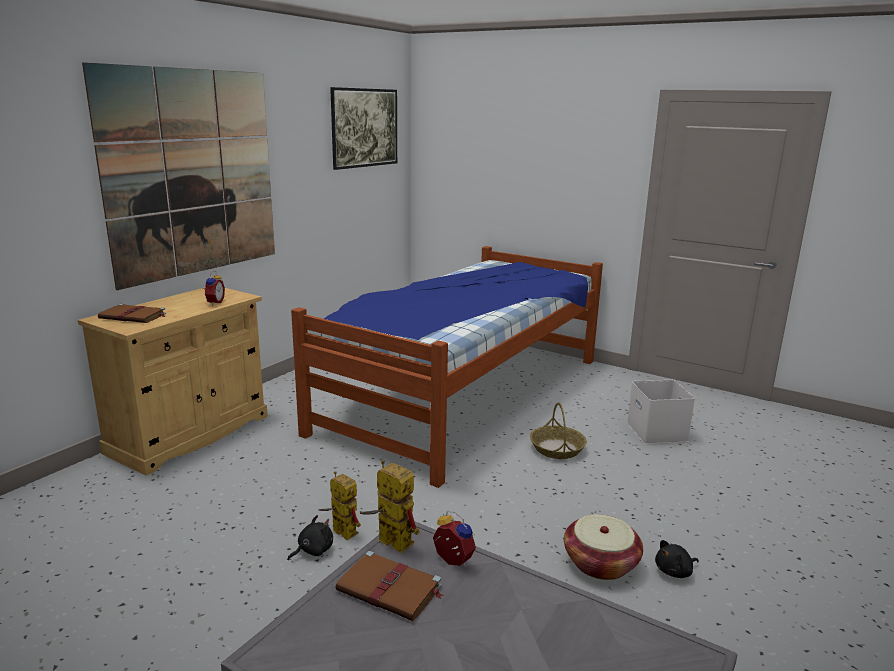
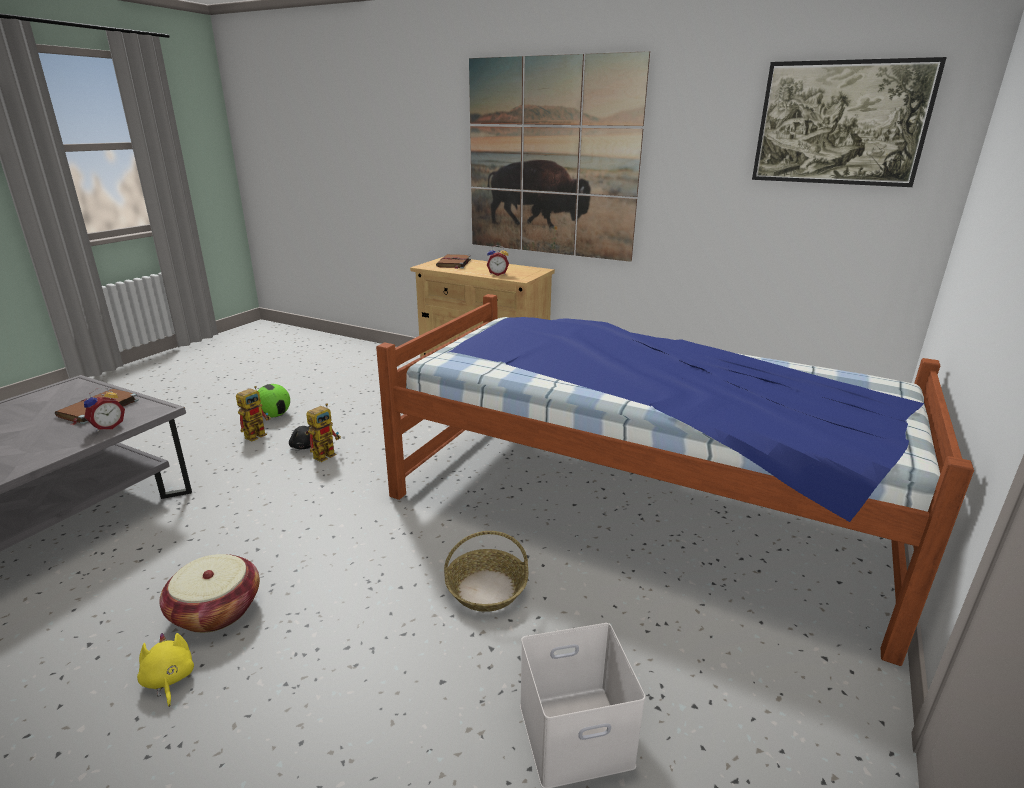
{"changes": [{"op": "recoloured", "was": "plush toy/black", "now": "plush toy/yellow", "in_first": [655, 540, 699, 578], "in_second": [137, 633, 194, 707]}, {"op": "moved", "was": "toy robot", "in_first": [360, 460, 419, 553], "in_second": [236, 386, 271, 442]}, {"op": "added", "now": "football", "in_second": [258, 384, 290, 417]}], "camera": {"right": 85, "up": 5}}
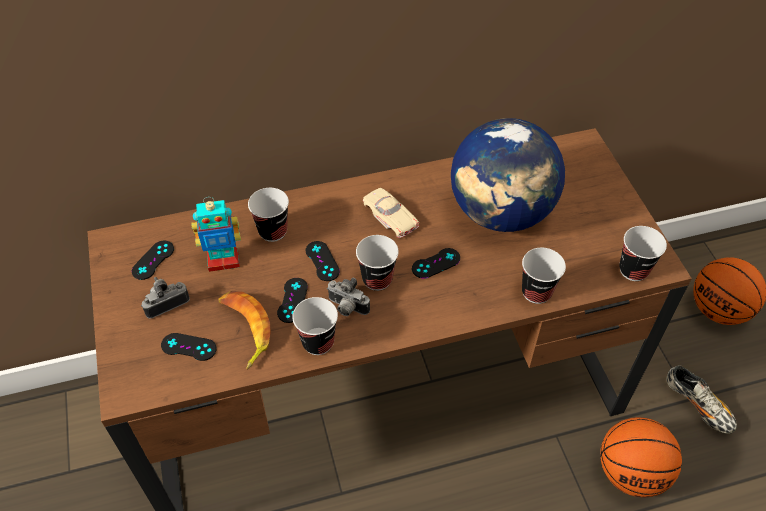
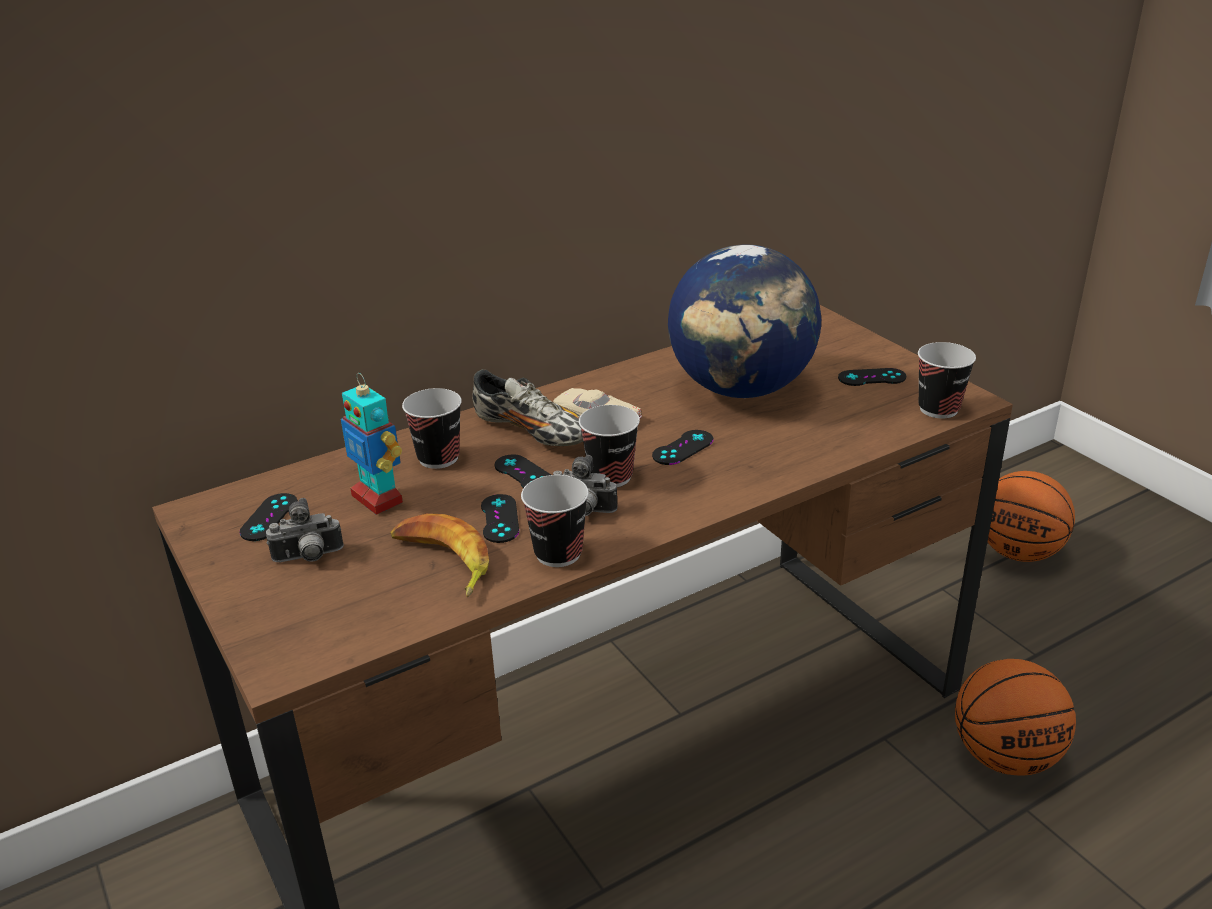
{"changes": [{"op": "turned", "was": "photo camera", "in_first": [141, 277, 190, 319], "in_second": [266, 498, 344, 562], "clockwise": -150}, {"op": "turned", "was": "toy robot", "in_first": [191, 197, 241, 272], "in_second": [341, 373, 403, 515], "clockwise": 75}, {"op": "moved", "was": "shoe", "in_first": [666, 365, 737, 434], "in_second": [472, 369, 583, 446]}, {"op": "moved", "was": "game controller/black", "in_first": [161, 333, 217, 361], "in_second": [838, 368, 906, 386]}, {"op": "removed", "was": "cup", "in_first": [522, 248, 566, 304]}], "camera": {"right": -15, "up": -20}}
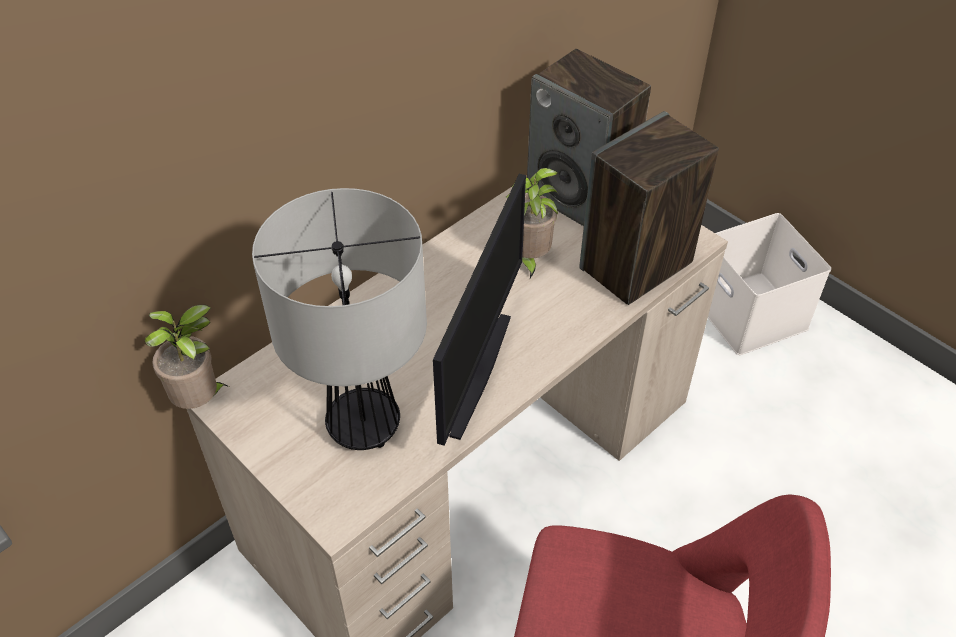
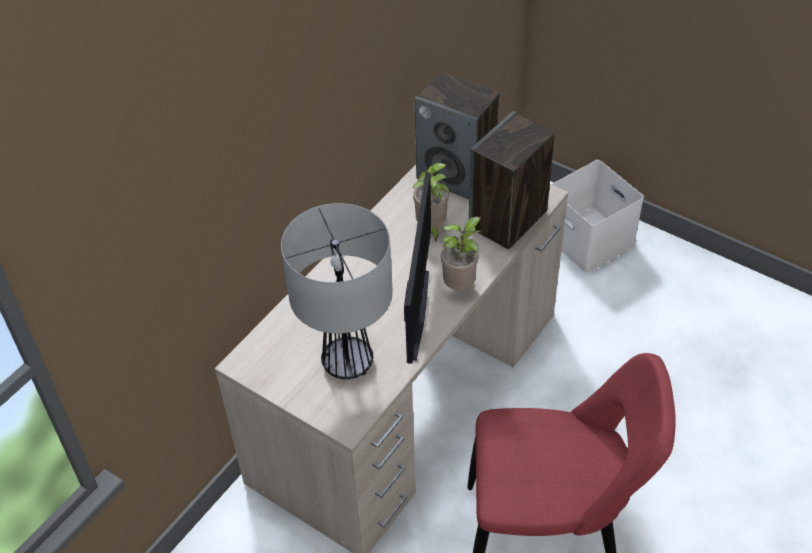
{"changes": [{"op": "moved", "was": "potted plant", "in_first": [145, 305, 229, 409], "in_second": [441, 216, 481, 290]}], "camera": {"right": -10, "up": 0}}
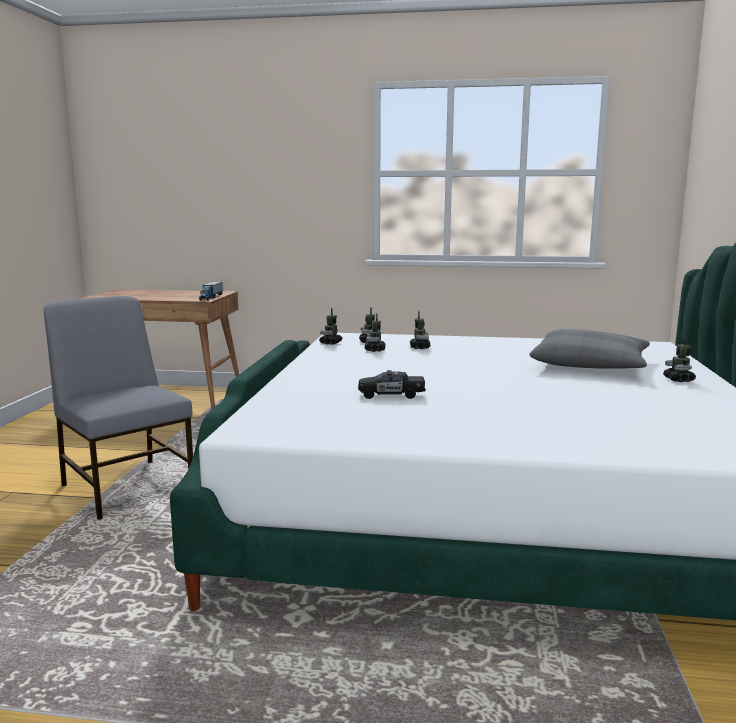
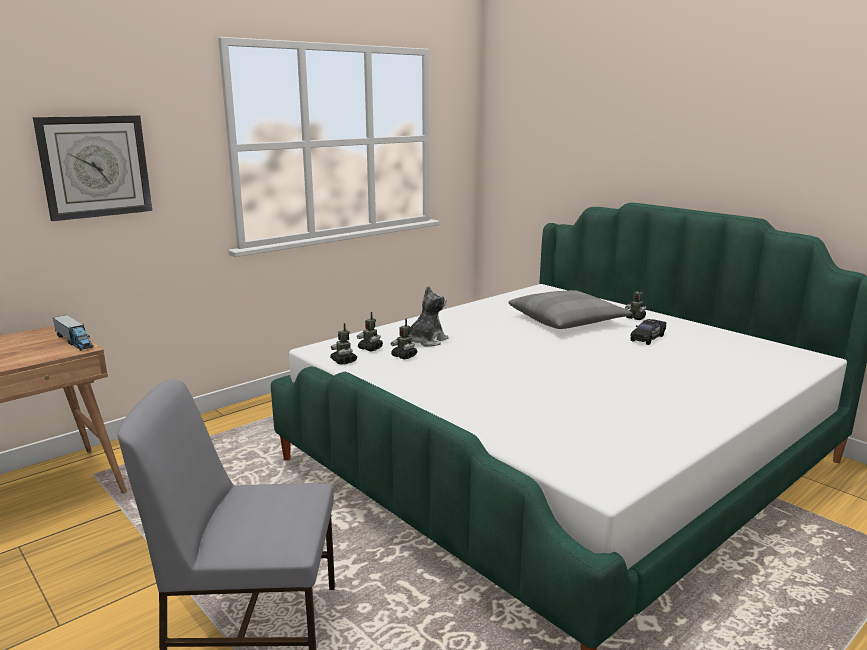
{"changes": [{"op": "added", "now": "wall clock", "in_second": [33, 115, 152, 221]}, {"op": "replaced", "was": "toy robot", "now": "plush toy", "in_first": [410, 311, 431, 349], "in_second": [409, 286, 449, 347]}, {"op": "moved", "was": "toy car/black", "in_first": [358, 370, 426, 399], "in_second": [631, 319, 666, 345]}], "camera": {"right": -50, "up": 5}}
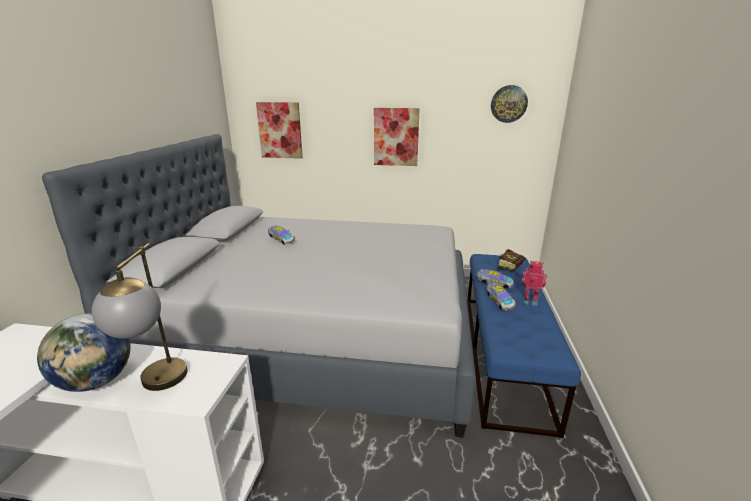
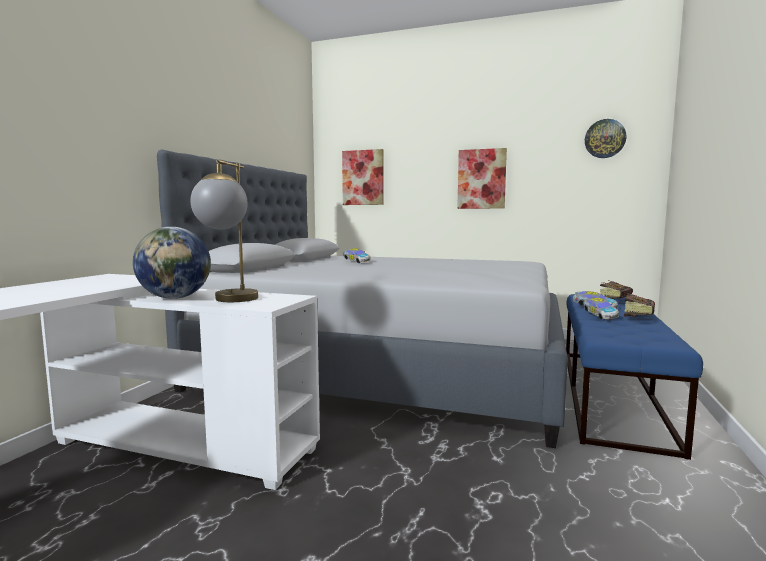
{"changes": [{"op": "replaced", "was": "toy robot", "now": "book", "in_first": [521, 261, 547, 306], "in_second": [624, 293, 655, 317]}], "camera": {"right": 10, "up": -15}}
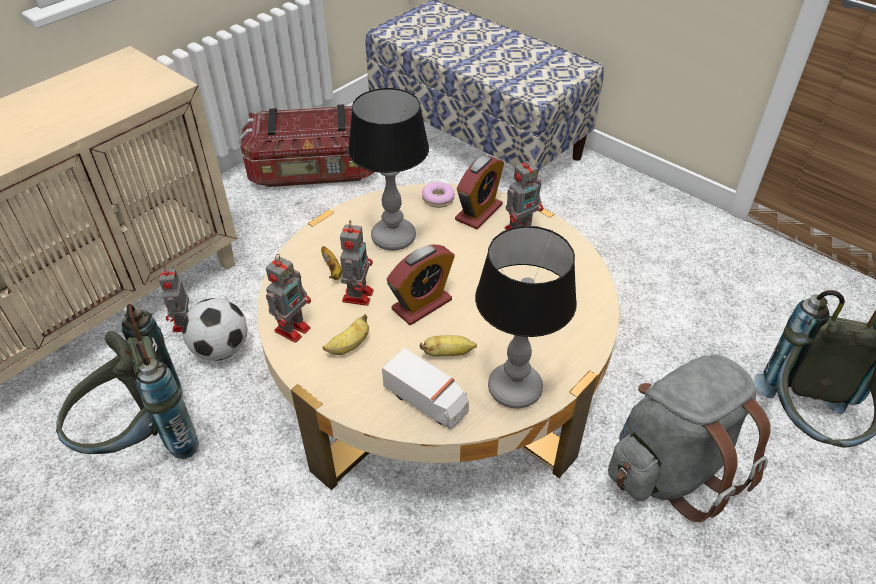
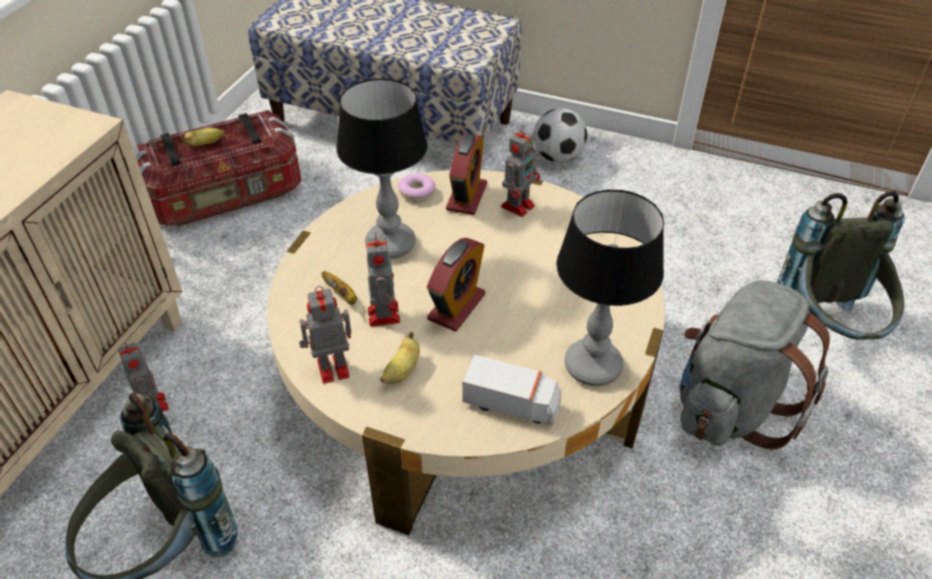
{"changes": [{"op": "moved", "was": "banana", "in_first": [420, 335, 477, 356], "in_second": [180, 128, 225, 146]}, {"op": "turned", "was": "toy robot", "in_first": [266, 254, 311, 343], "in_second": [299, 286, 351, 384], "clockwise": -120}, {"op": "moved", "was": "football", "in_first": [182, 298, 247, 361], "in_second": [533, 108, 587, 163]}], "camera": {"right": -20, "up": 0}}
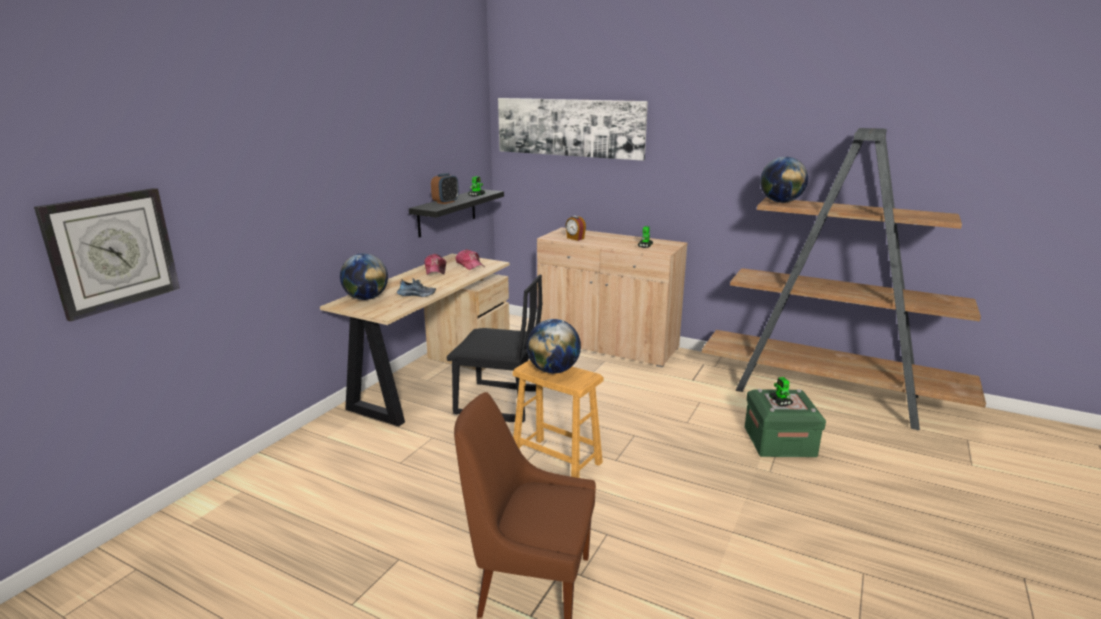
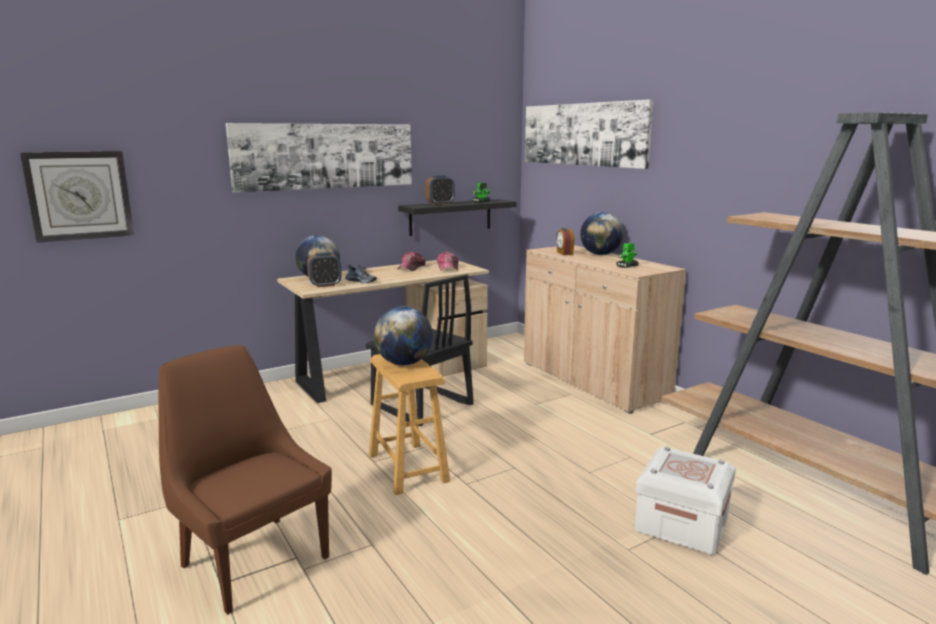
{"changes": [{"op": "added", "now": "picture", "in_second": [226, 123, 412, 193]}, {"op": "added", "now": "alarm clock", "in_second": [307, 252, 342, 287]}, {"op": "moved", "was": "globe", "in_first": [760, 157, 808, 203], "in_second": [580, 212, 624, 255]}, {"op": "recoloured", "was": "storage box/green", "now": "storage box/white", "in_first": [745, 389, 826, 457], "in_second": [635, 447, 736, 554]}, {"op": "removed", "was": "toy robot", "in_first": [769, 377, 793, 406]}], "camera": {"right": 30, "up": -5}}
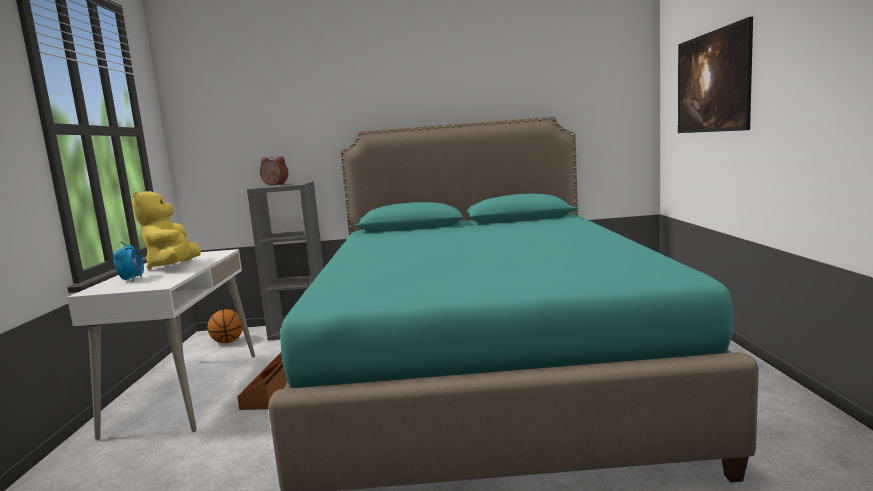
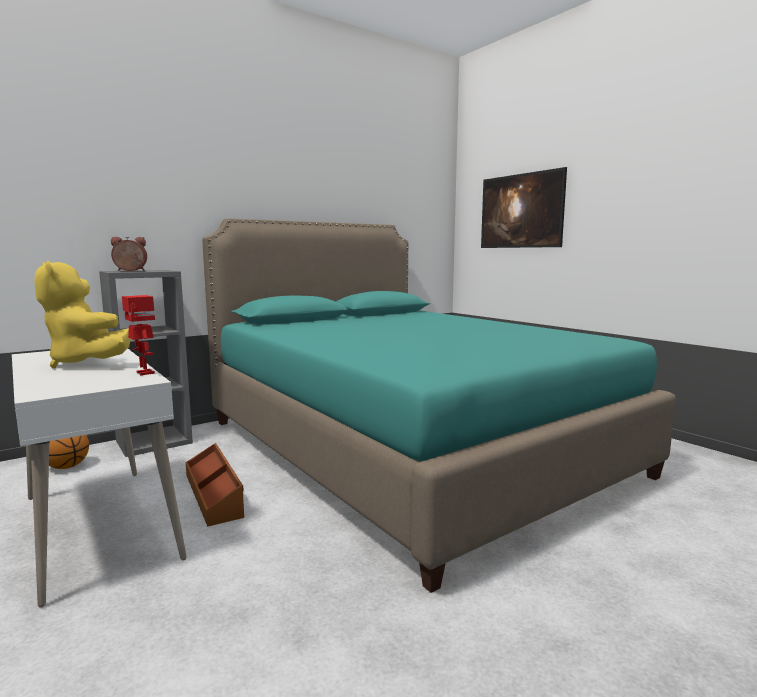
{"changes": [{"op": "added", "now": "toy robot", "in_second": [122, 295, 155, 375]}, {"op": "removed", "was": "alarm clock", "in_first": [113, 242, 144, 282]}], "camera": {"right": -35, "up": 0}}
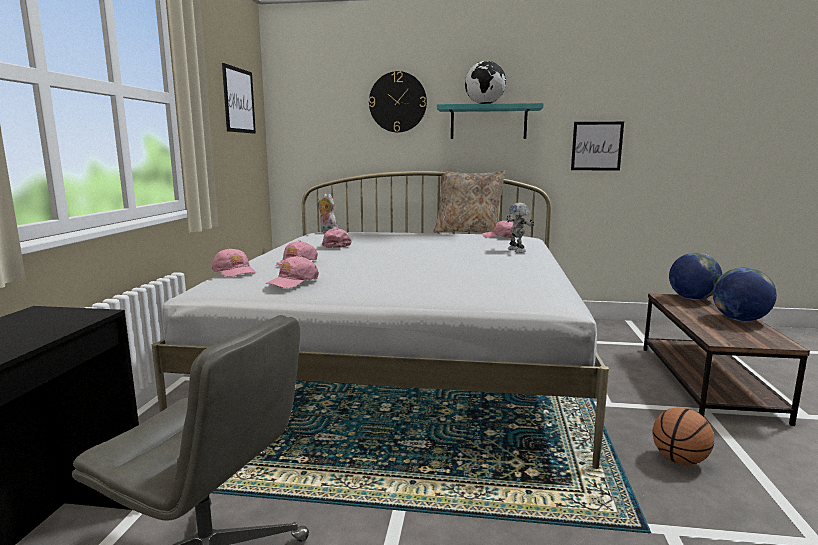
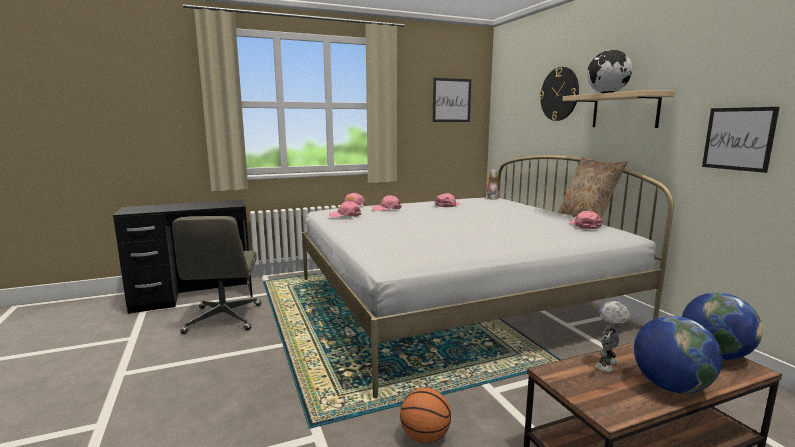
{"changes": [{"op": "recoloured", "was": "shelf/turquoise", "now": "shelf/beige", "in_first": [437, 103, 544, 139], "in_second": [562, 90, 675, 128]}, {"op": "moved", "was": "toy robot", "in_first": [507, 202, 534, 253], "in_second": [595, 301, 630, 372]}], "camera": {"right": 60, "up": 0}}
